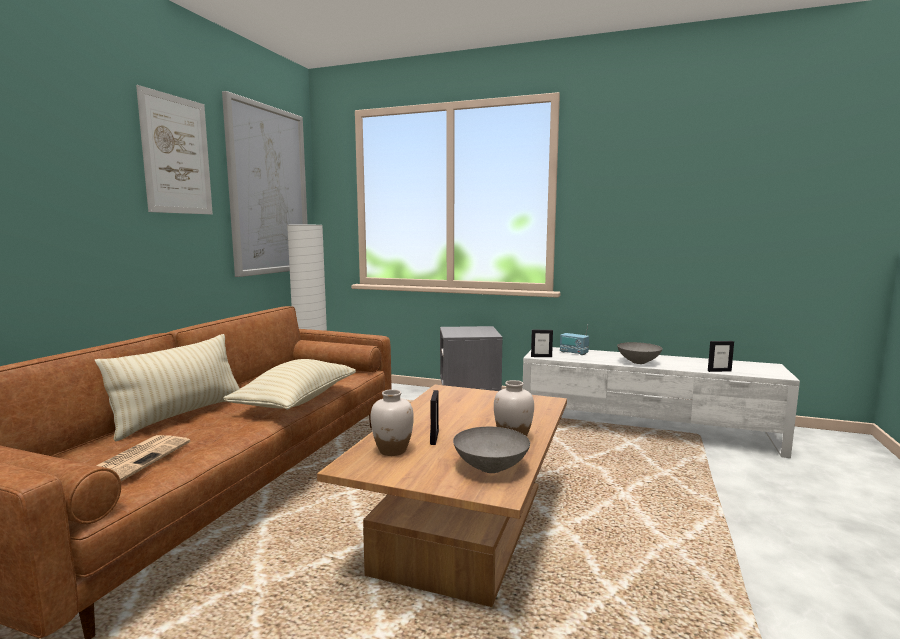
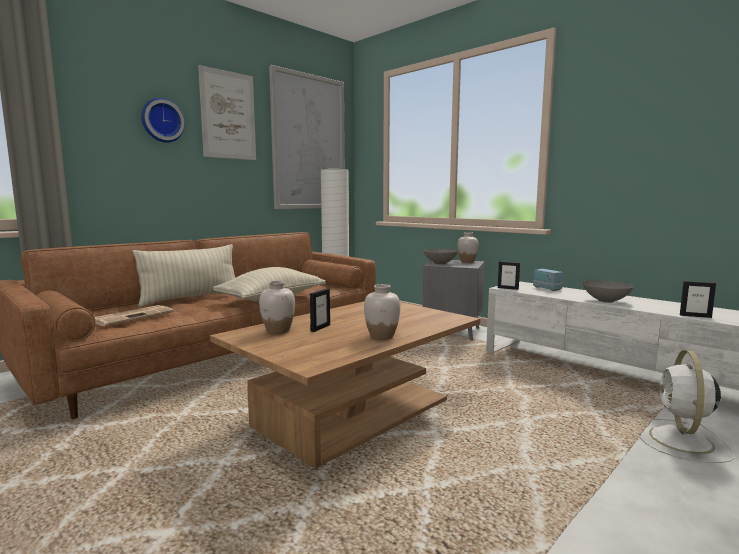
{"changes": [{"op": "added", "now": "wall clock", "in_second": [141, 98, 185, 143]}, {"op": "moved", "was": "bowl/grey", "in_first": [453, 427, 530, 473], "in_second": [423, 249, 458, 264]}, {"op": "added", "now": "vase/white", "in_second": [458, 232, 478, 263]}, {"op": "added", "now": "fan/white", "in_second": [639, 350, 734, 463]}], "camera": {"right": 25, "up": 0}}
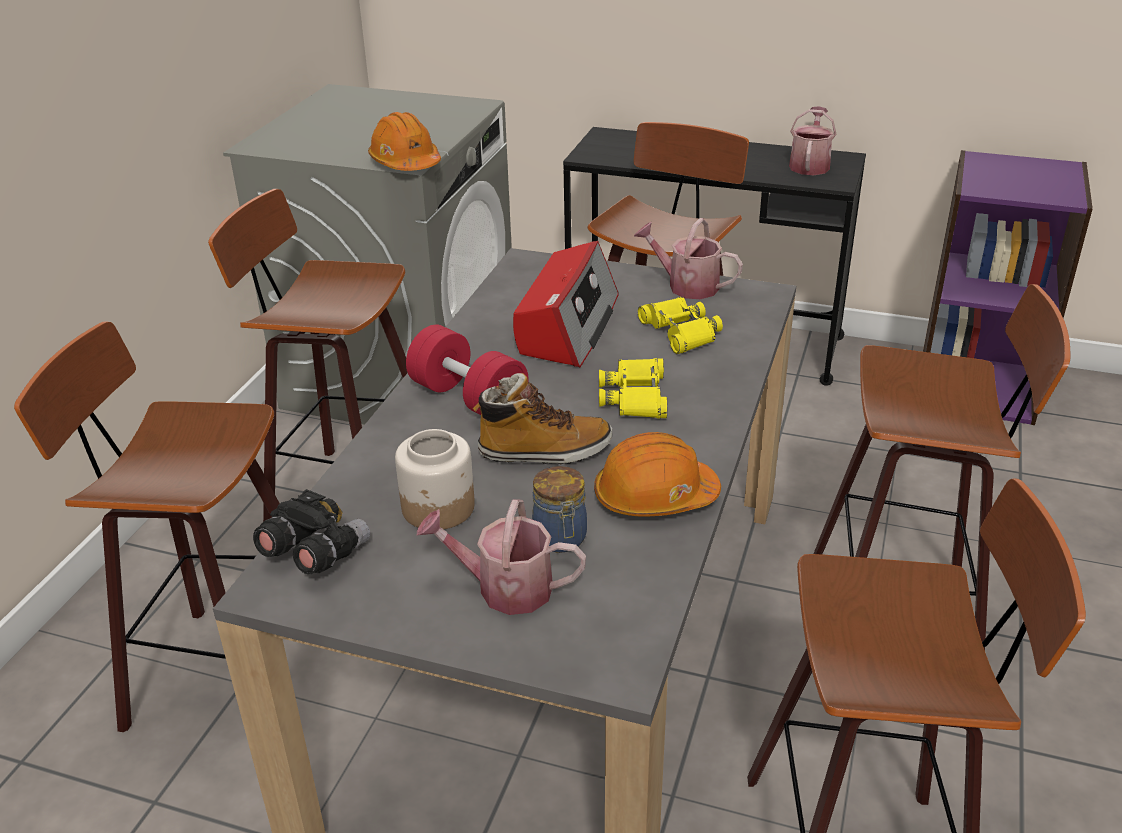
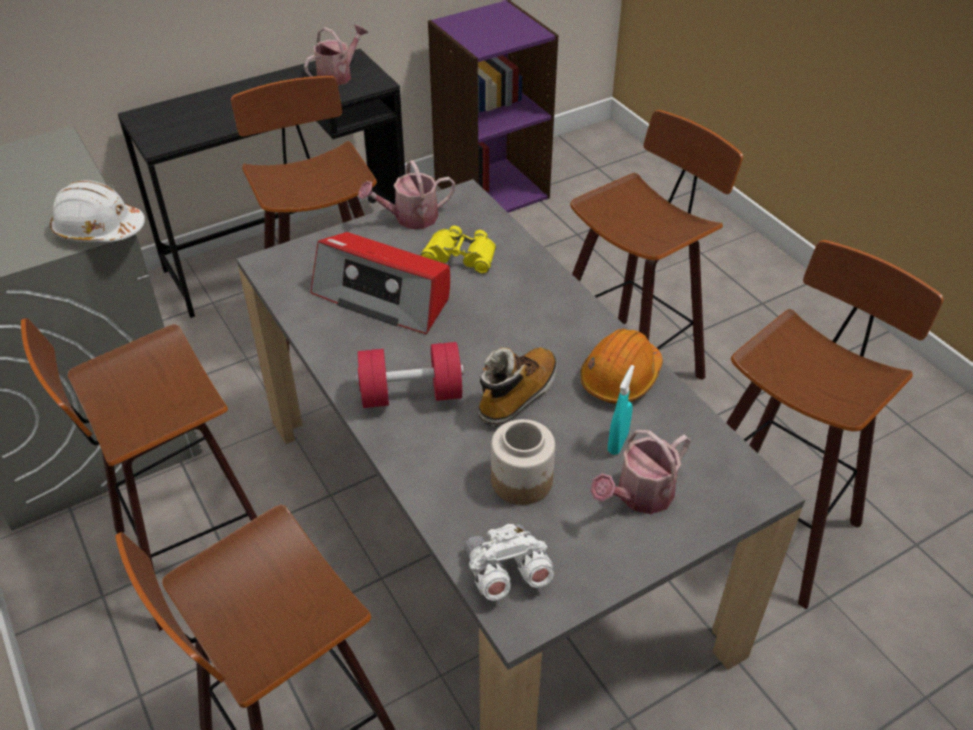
{"changes": [{"op": "recoloured", "was": "hard hat/orange", "now": "hard hat/white", "in_first": [368, 112, 441, 171], "in_second": [50, 180, 145, 242]}, {"op": "turned", "was": "watering can", "in_first": [789, 106, 836, 175], "in_second": [304, 24, 369, 86], "clockwise": 75}, {"op": "turned", "was": "radio", "in_first": [513, 241, 619, 367], "in_second": [310, 232, 450, 334], "clockwise": 150}, {"op": "recoloured", "was": "binoculars/black", "now": "binoculars/white", "in_first": [253, 489, 370, 574], "in_second": [464, 524, 554, 600]}, {"op": "replaced", "was": "jar", "now": "spray bottle/turquoise", "in_first": [532, 466, 587, 553], "in_second": [608, 365, 635, 455]}, {"op": "removed", "was": "binoculars/yellow", "in_first": [599, 358, 667, 419]}], "camera": {"right": -50, "up": 10}}
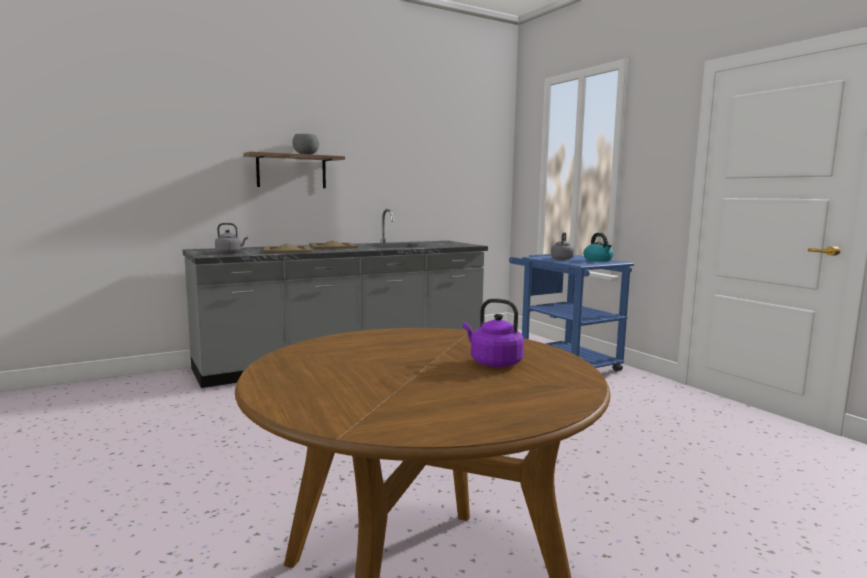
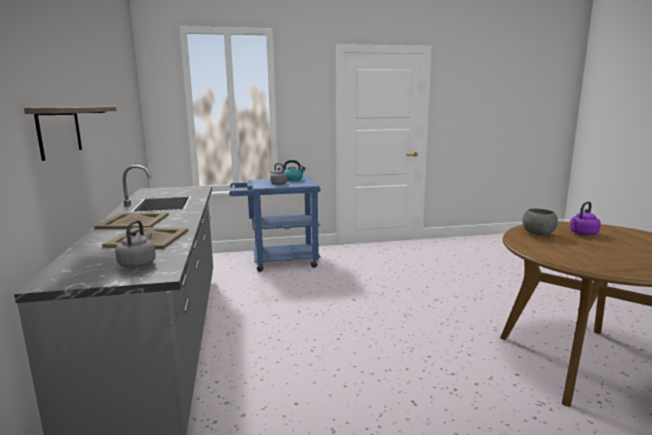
{"changes": [{"op": "moved", "was": "bowl/grey", "in_first": [292, 134, 319, 154], "in_second": [522, 208, 558, 236]}], "camera": {"right": -70, "up": 5}}
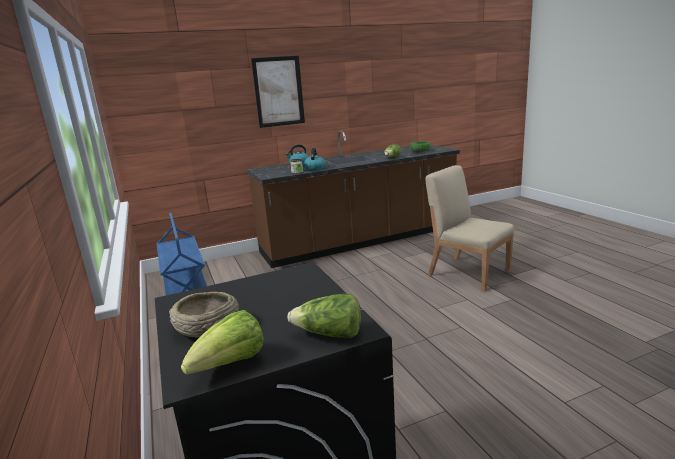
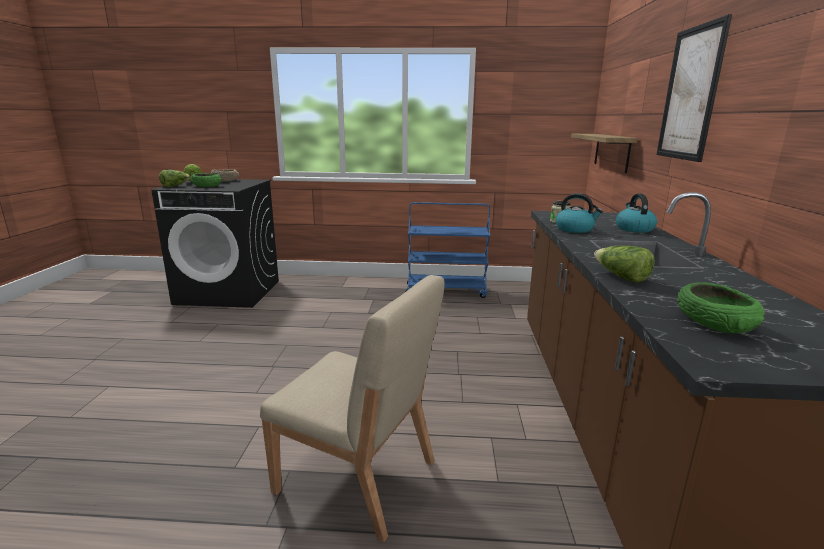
{"changes": [{"op": "added", "now": "bowl/green", "in_second": [191, 173, 222, 187]}, {"op": "turned", "was": "chair/beige", "in_first": [426, 165, 514, 291], "in_second": [260, 275, 445, 542], "clockwise": 45}, {"op": "added", "now": "shelf", "in_second": [571, 134, 637, 173]}], "camera": {"right": 115, "up": 0}}
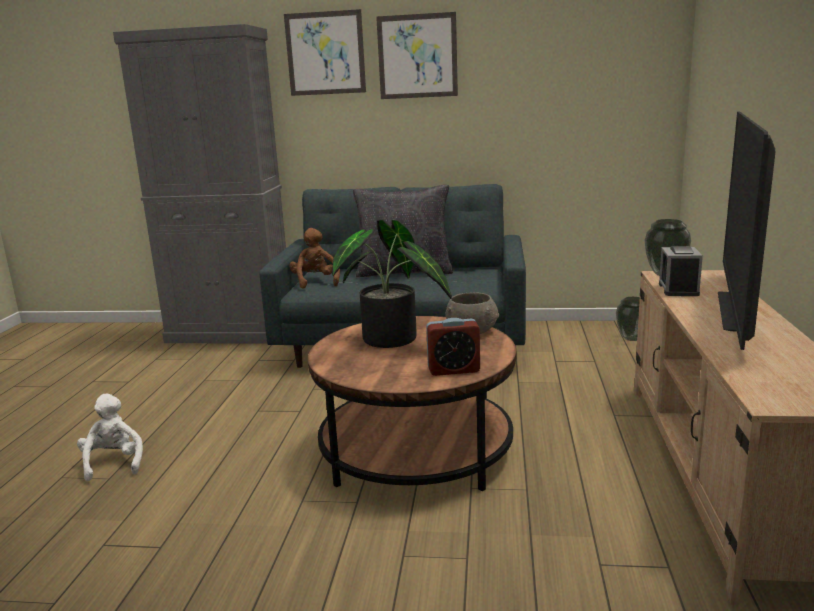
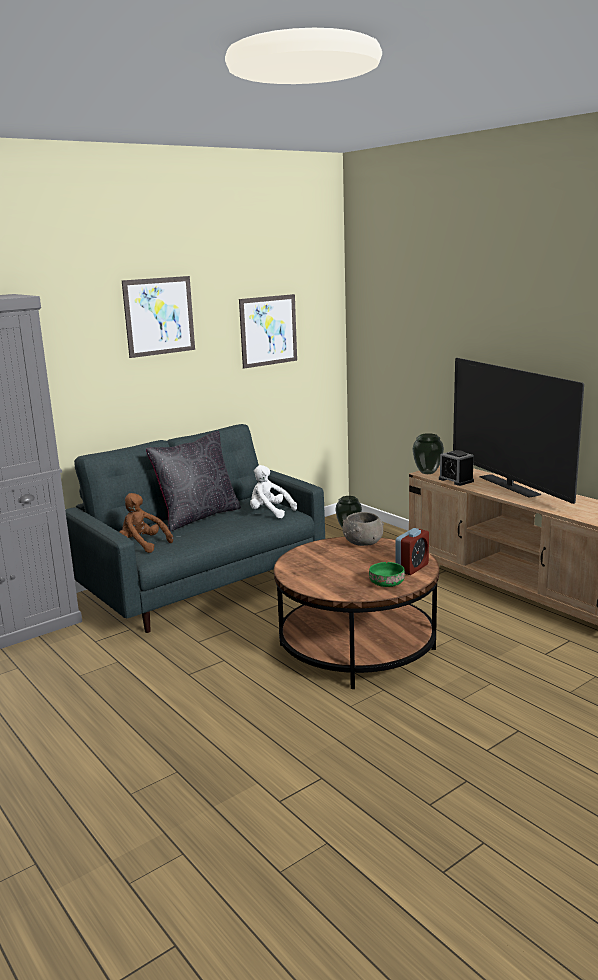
{"changes": [{"op": "moved", "was": "picture", "in_first": [284, 9, 366, 96], "in_second": [239, 294, 297, 369]}, {"op": "moved", "was": "plush toy/white", "in_first": [77, 393, 143, 481], "in_second": [250, 465, 297, 518]}, {"op": "added", "now": "bowl/green", "in_second": [369, 562, 405, 587]}, {"op": "removed", "was": "potted plant", "in_first": [332, 220, 452, 348]}], "camera": {"right": -45, "up": 0}}
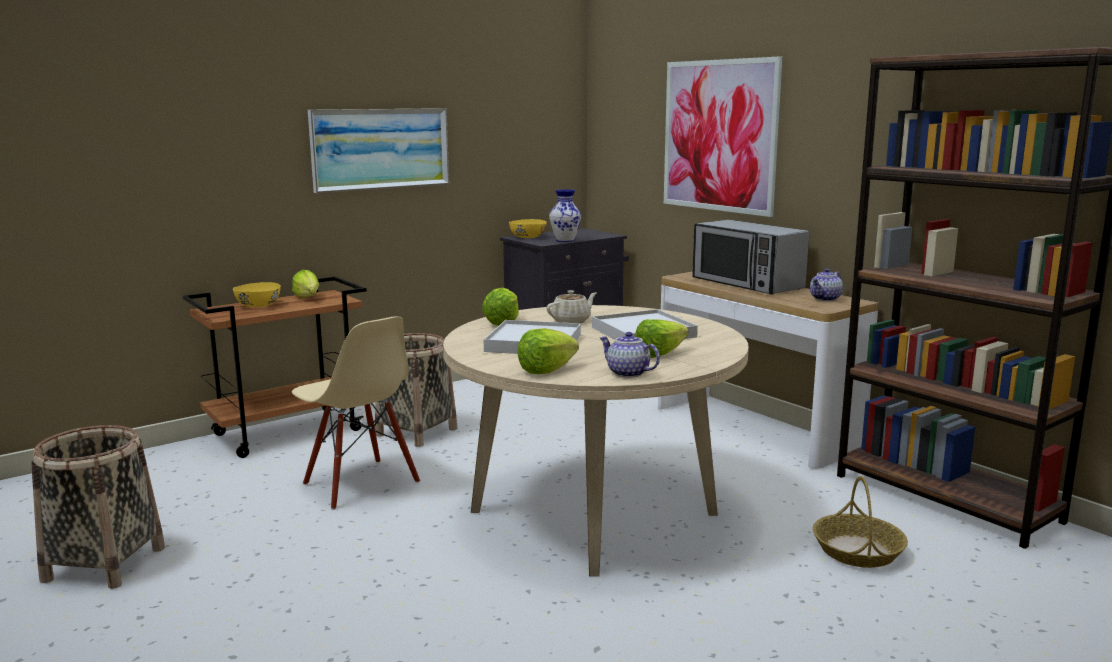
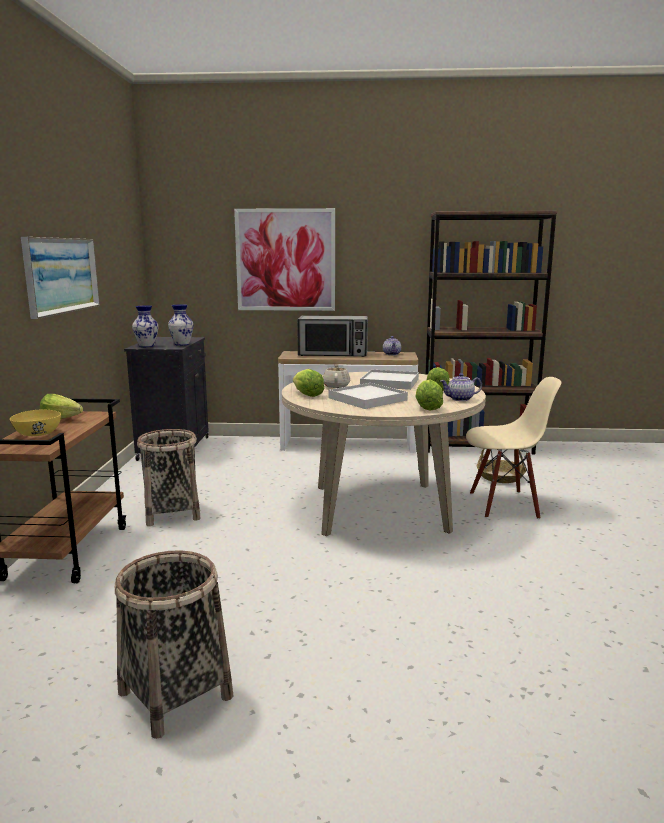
{"changes": [{"op": "replaced", "was": "bowl/yellow", "now": "vase", "in_first": [509, 219, 547, 238], "in_second": [132, 306, 158, 347]}, {"op": "moved", "was": "chair/beige", "in_first": [292, 317, 420, 510], "in_second": [466, 377, 561, 519]}], "camera": {"right": -50, "up": 0}}
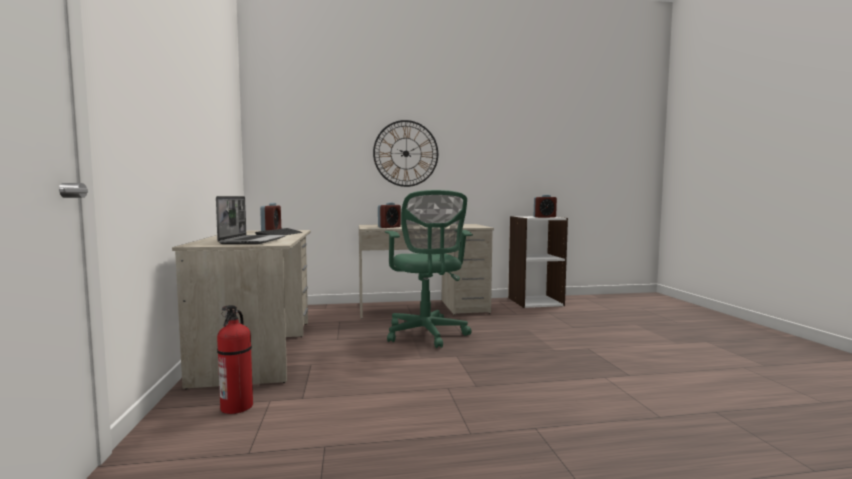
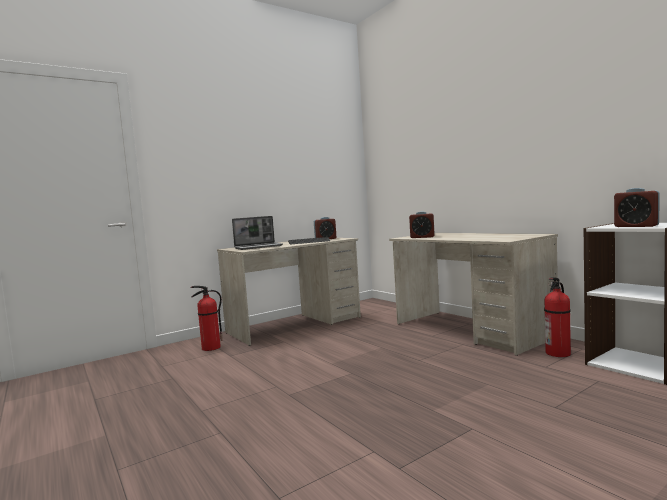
{"changes": [{"op": "added", "now": "fire extinguisher", "in_second": [544, 277, 571, 357]}, {"op": "removed", "was": "wall clock", "in_first": [373, 120, 438, 187]}, {"op": "removed", "was": "office chair/green", "in_first": [385, 190, 473, 348]}], "camera": {"right": 65, "up": 0}}
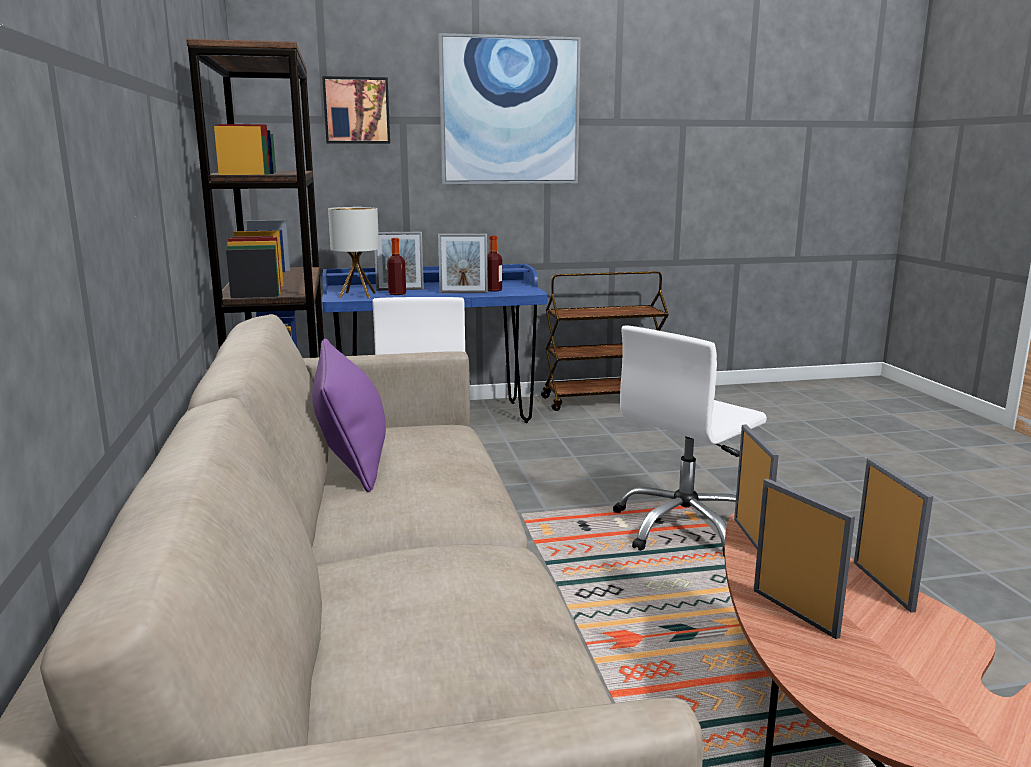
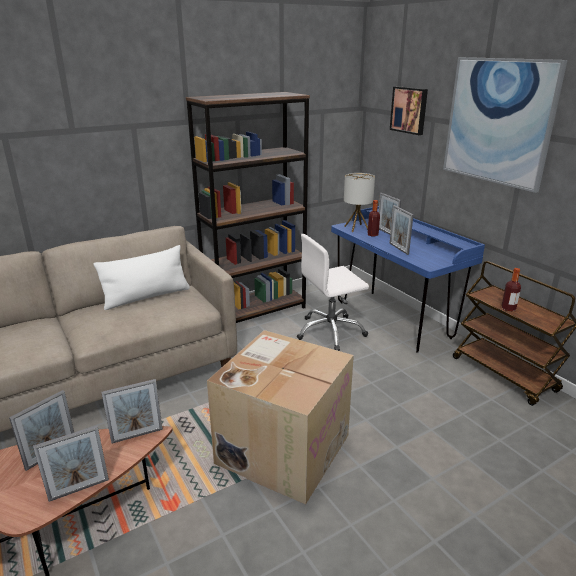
{"changes": [{"op": "recoloured", "was": "pillow/purple", "now": "pillow/white", "in_first": [312, 339, 386, 492], "in_second": [93, 245, 190, 310]}, {"op": "replaced", "was": "office chair/white", "now": "cardboard box", "in_first": [613, 326, 767, 556], "in_second": [207, 330, 354, 504]}, {"op": "moved", "was": "bottle", "in_first": [487, 236, 502, 292], "in_second": [501, 268, 521, 311]}], "camera": {"right": 70, "up": 10}}
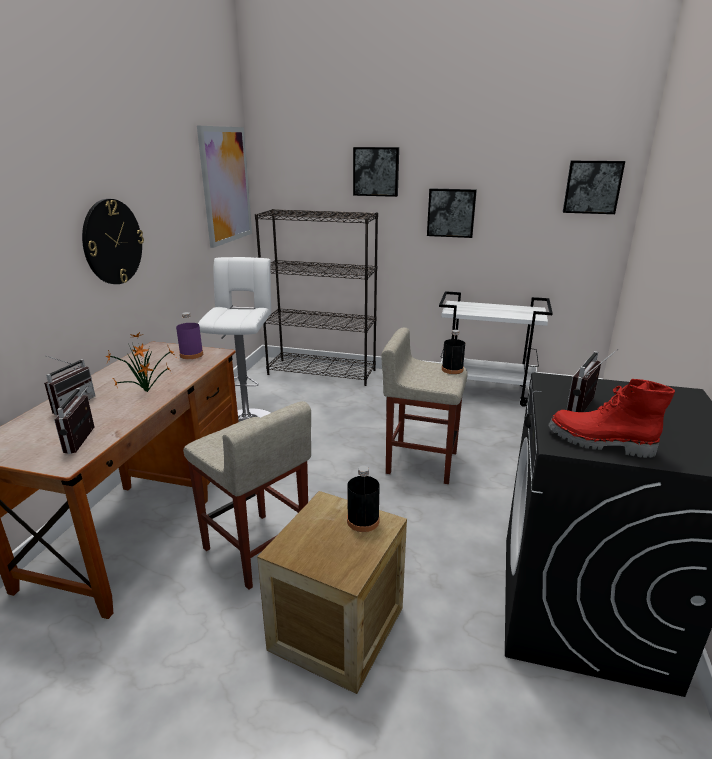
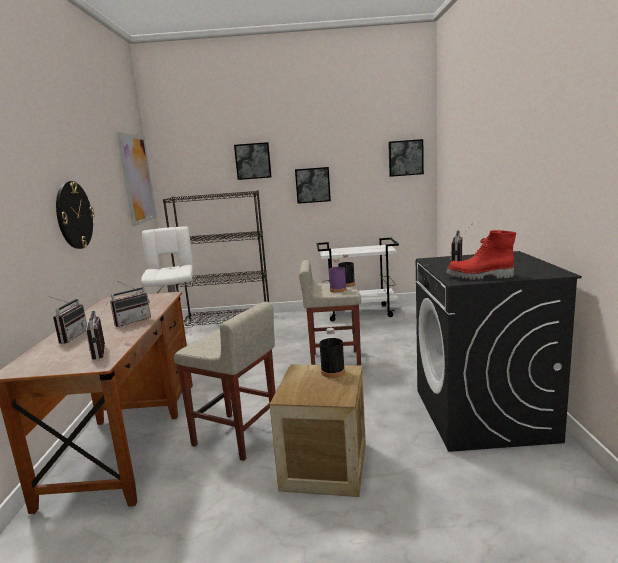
{"changes": [{"op": "replaced", "was": "potted plant", "now": "radio", "in_first": [106, 332, 175, 392], "in_second": [110, 281, 151, 327]}, {"op": "moved", "was": "bottle/purple", "in_first": [176, 312, 203, 359], "in_second": [329, 258, 346, 293]}], "camera": {"right": -15, "up": -10}}
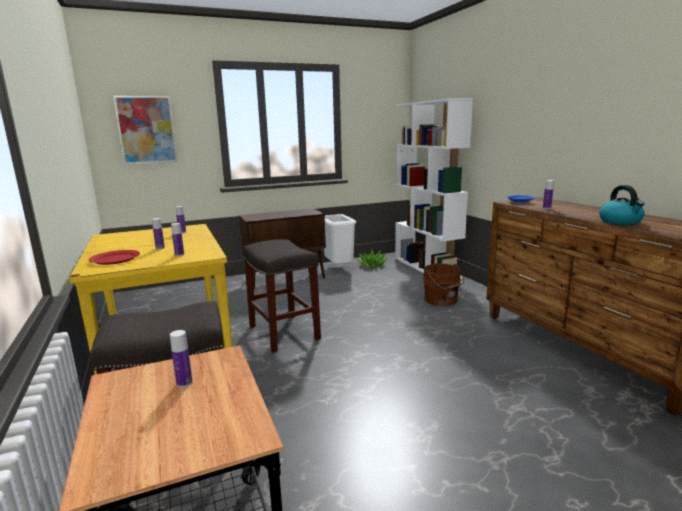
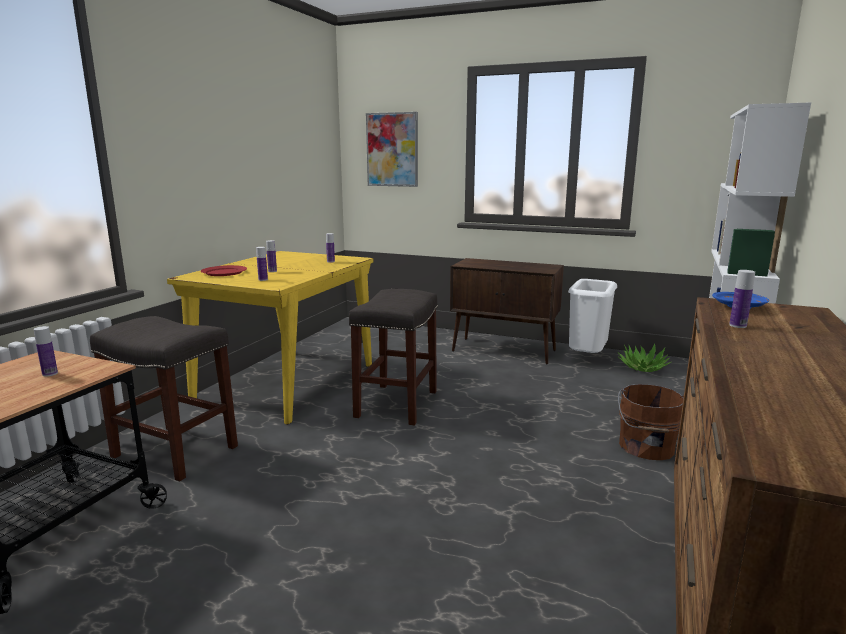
{"changes": [{"op": "removed", "was": "kettle", "in_first": [599, 185, 644, 225]}], "camera": {"right": 45, "up": 0}}
